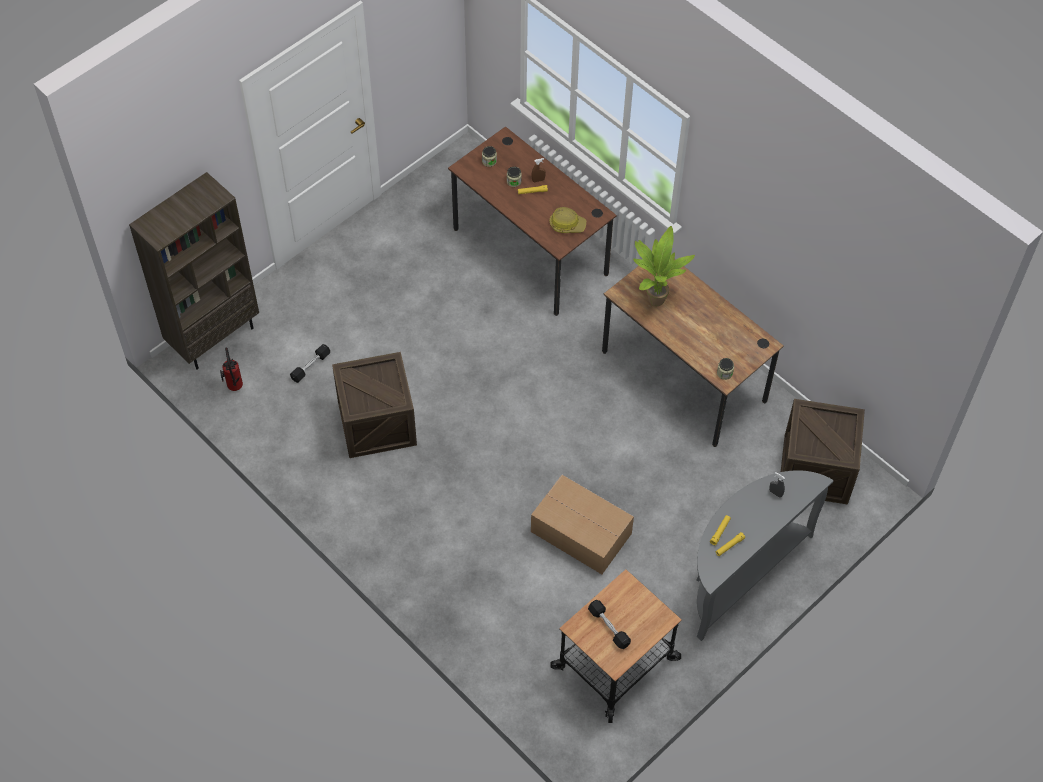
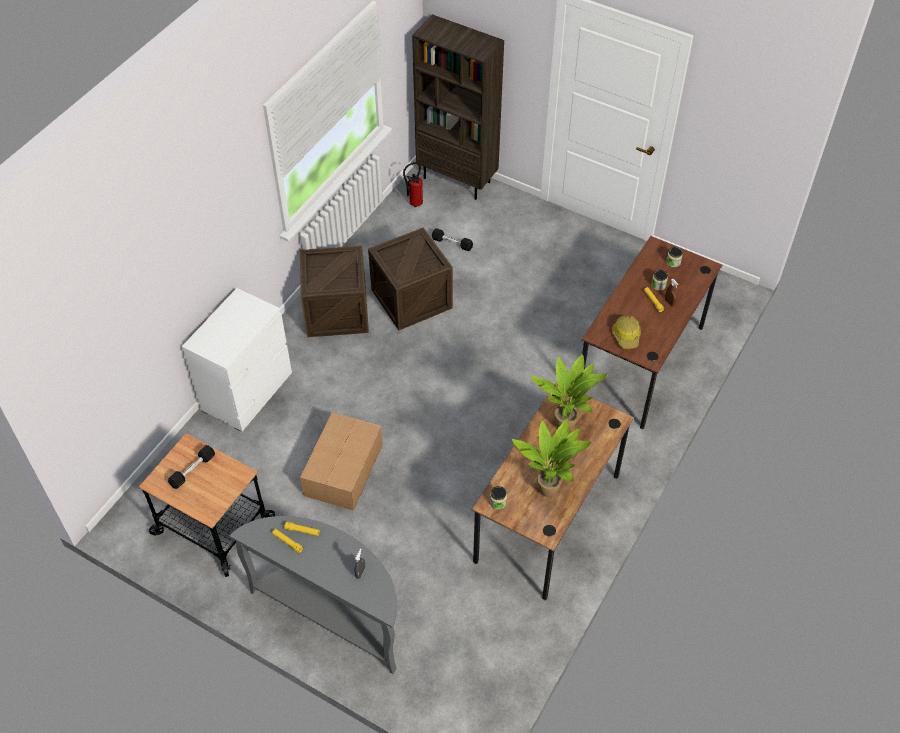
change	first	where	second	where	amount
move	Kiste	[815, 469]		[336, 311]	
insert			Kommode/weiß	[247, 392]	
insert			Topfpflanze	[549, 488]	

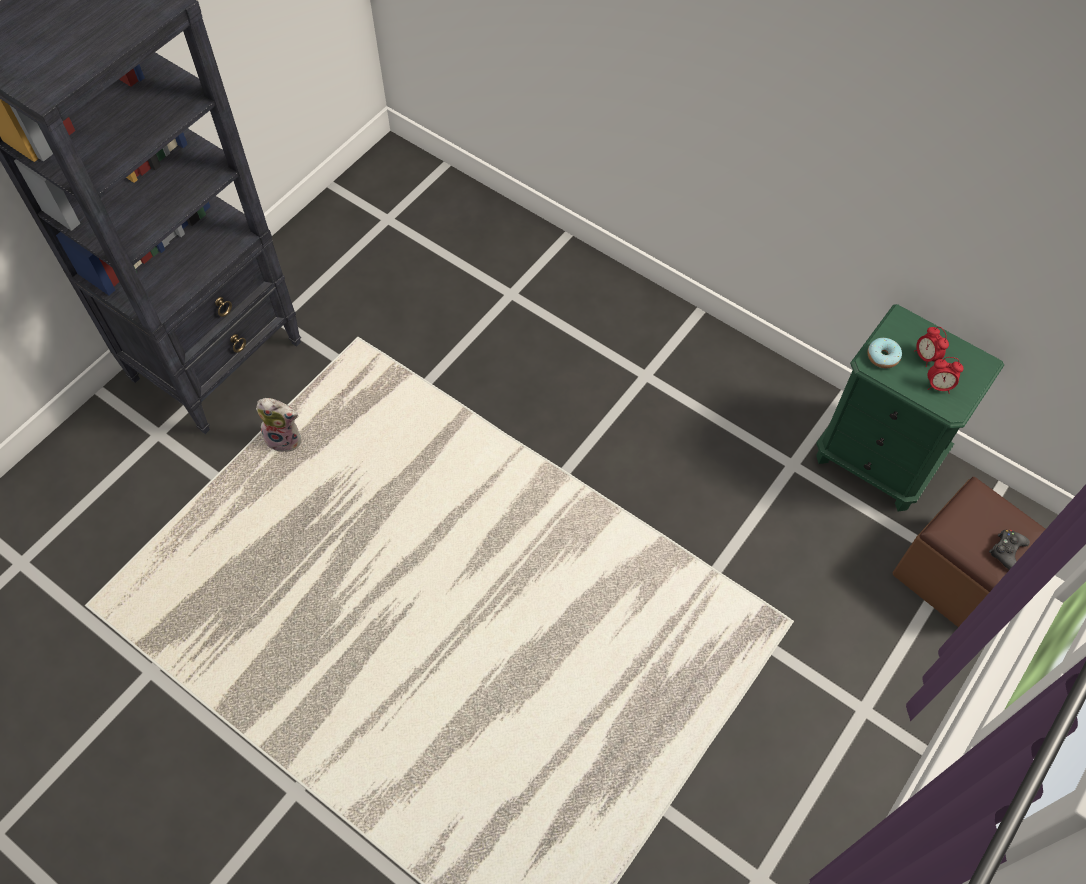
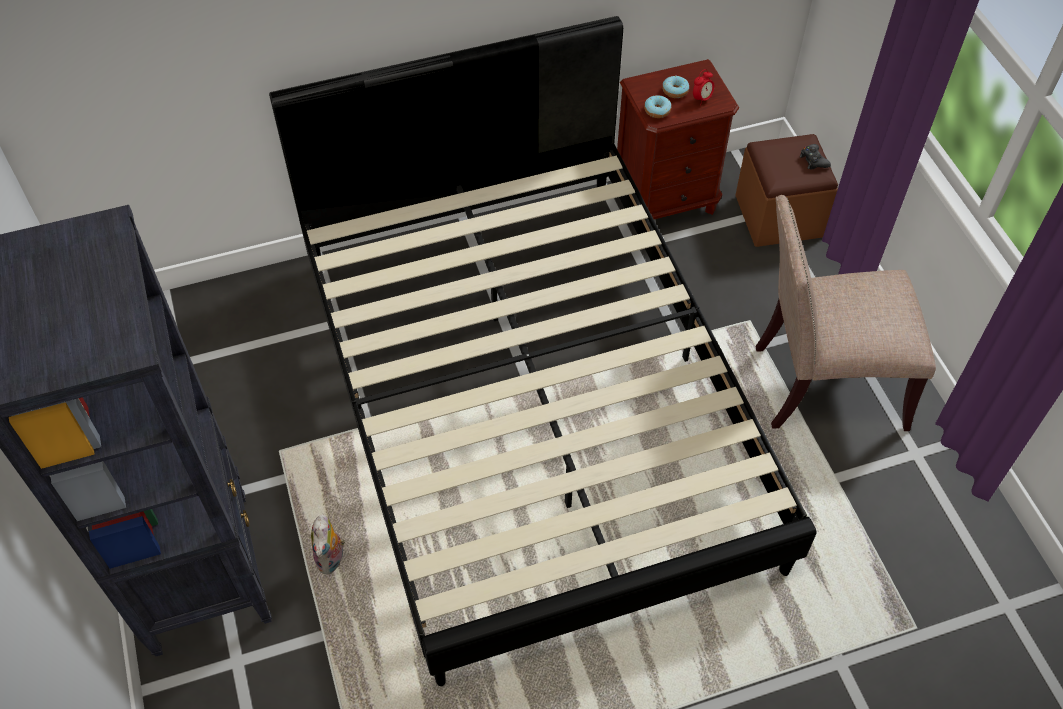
change	first	where	second	where	amount
recolor	Nachttisch/grün	[877, 459]	Nachttisch/braun	[666, 200]	
replace	Wecker	[925, 357]	Donut	[675, 91]	
rotate	Plüschtier	[285, 438]		[332, 559]	135 degrees clockwise
insert			Bett/schwarz	[532, 403]	
insert			Stuhl/beige	[821, 384]	

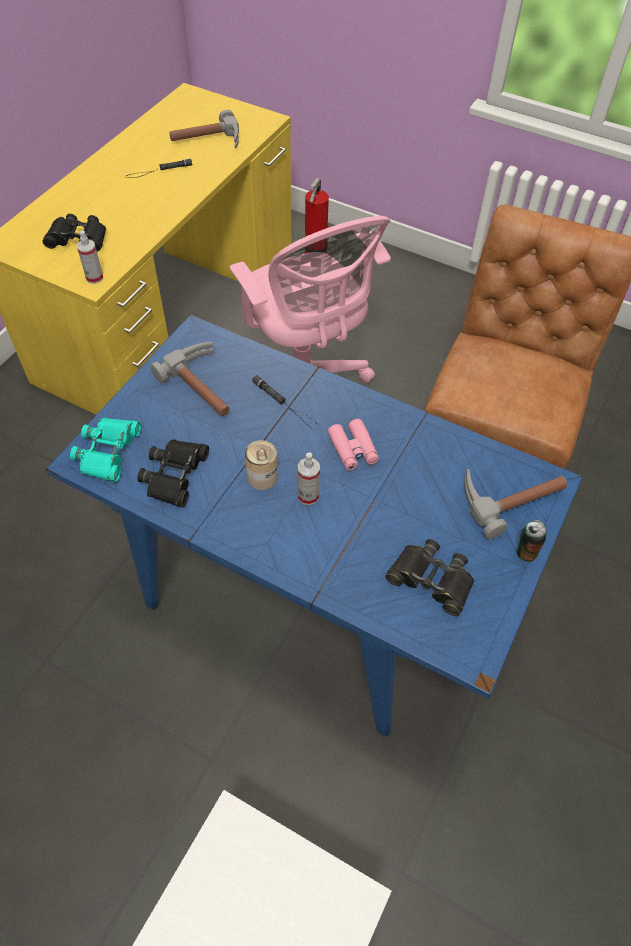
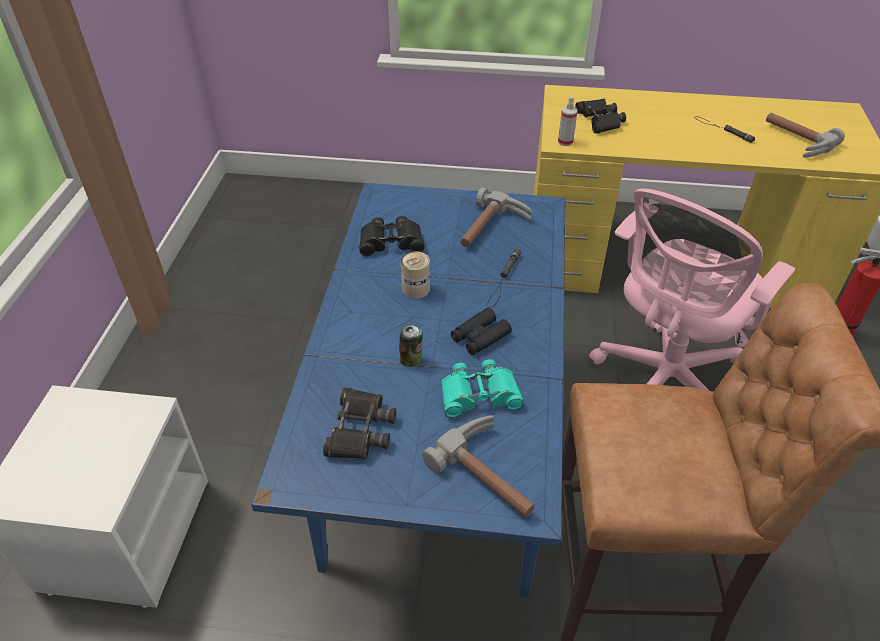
change	first	where	second	where	amount
move	Fernglas/türkis	[108, 452]		[479, 395]	
recolor	Fernglas/rosa	[353, 449]	Fernglas/schwarz	[480, 337]	
delete	Sprühflasche	[308, 496]			
move	Dose	[526, 551]		[411, 359]	

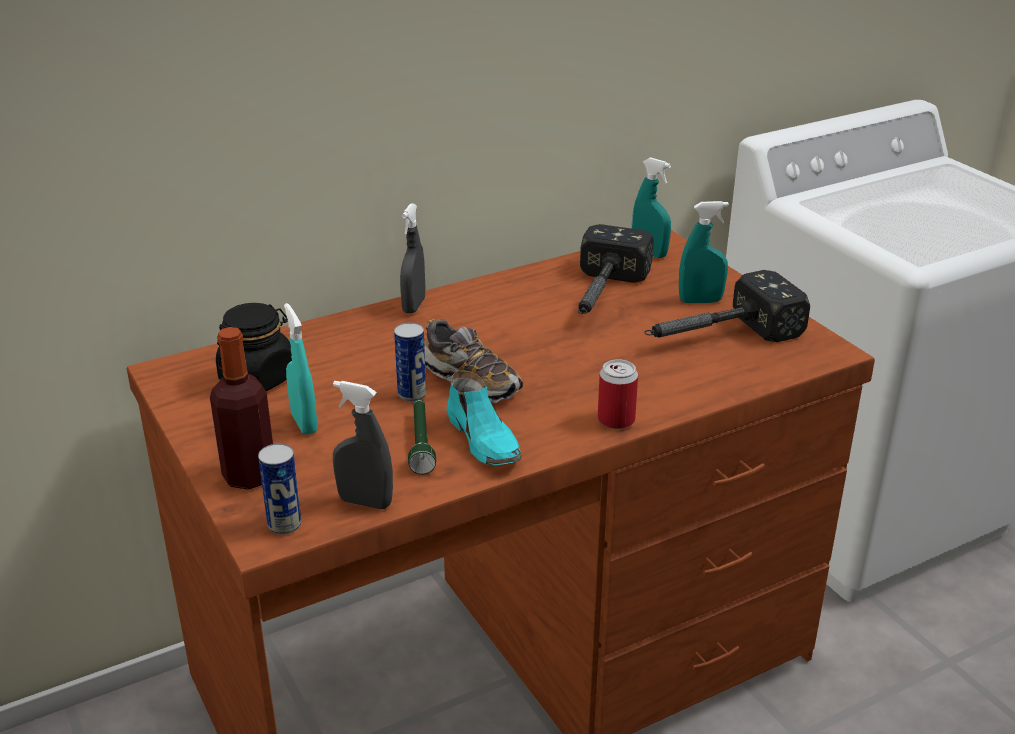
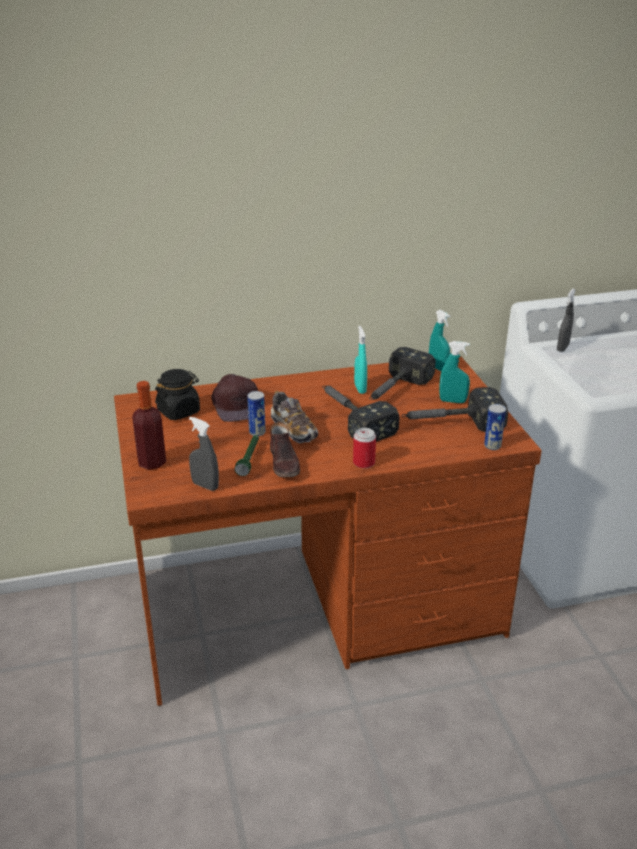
change	first	where	second	where	amount
move	Sprühflasche/grau	[414, 306]		[562, 348]	
move	Sprühflasche/türkis	[304, 423]		[360, 388]	
recolor	Schuh/türkis	[484, 440]	Schuh/braun	[284, 463]	
move	Dose	[284, 524]		[492, 446]	
insert			Kappe/braun	[237, 404]	
insert			Hammer	[351, 418]	

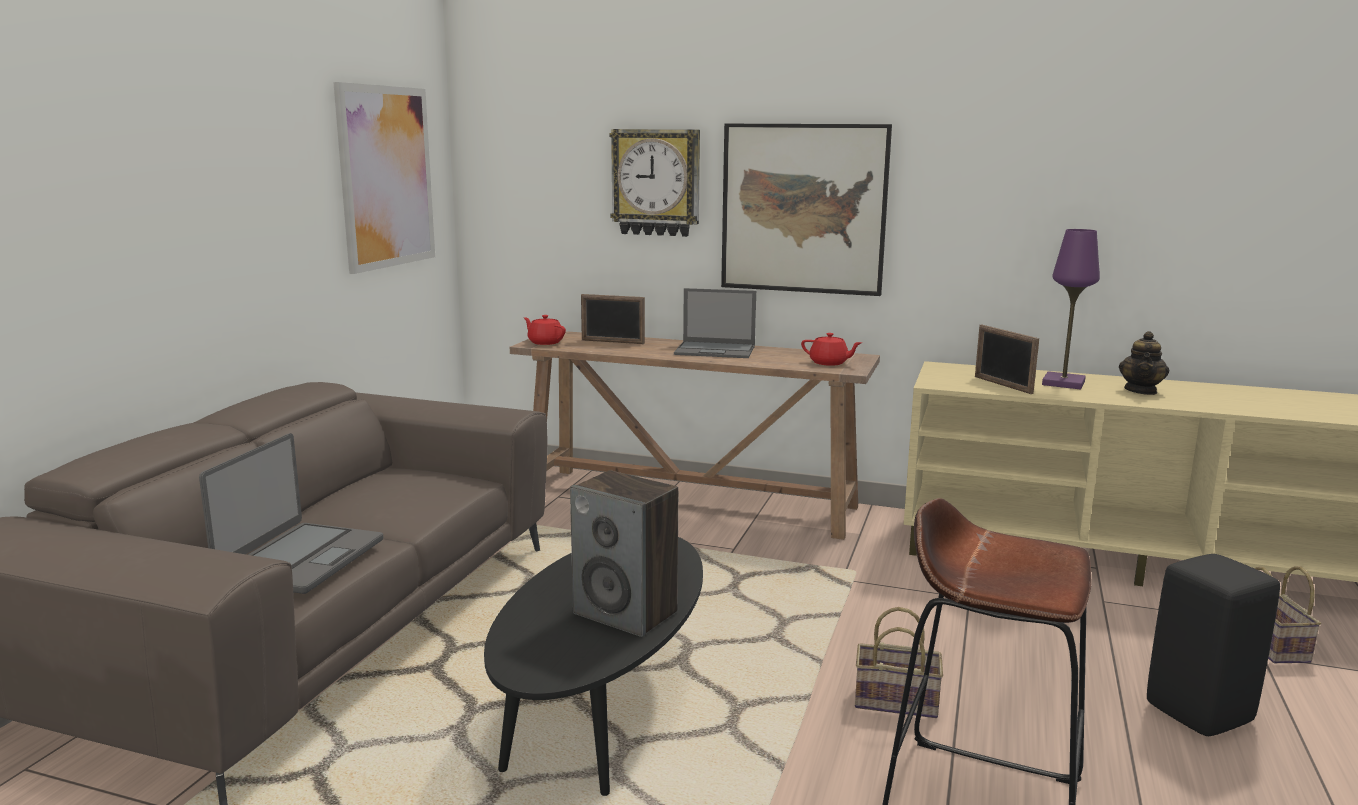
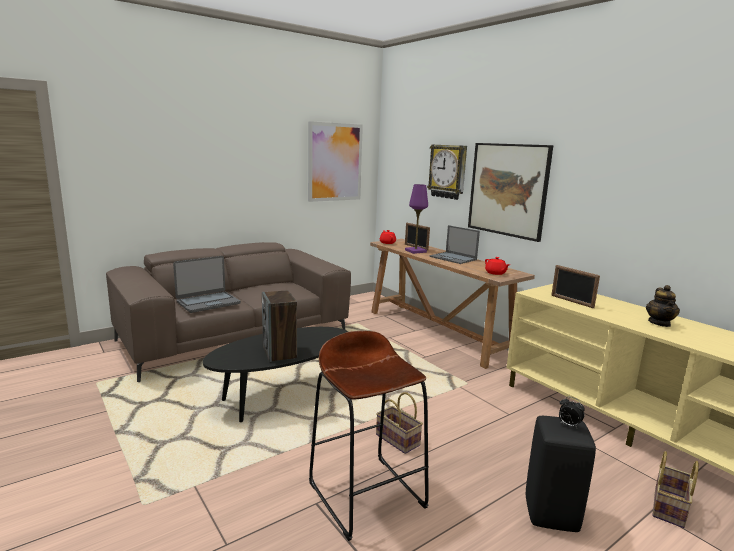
change	first	where	second	where	amount
move	Tischlampe/lila	[1063, 383]		[415, 251]	
rotate	Bilderrahmen	[1002, 385]		[571, 301]	45 degrees counterclockwise
rotate	Teekanne	[1141, 391]		[659, 323]	45 degrees counterclockwise
insert			Wecker	[568, 425]	

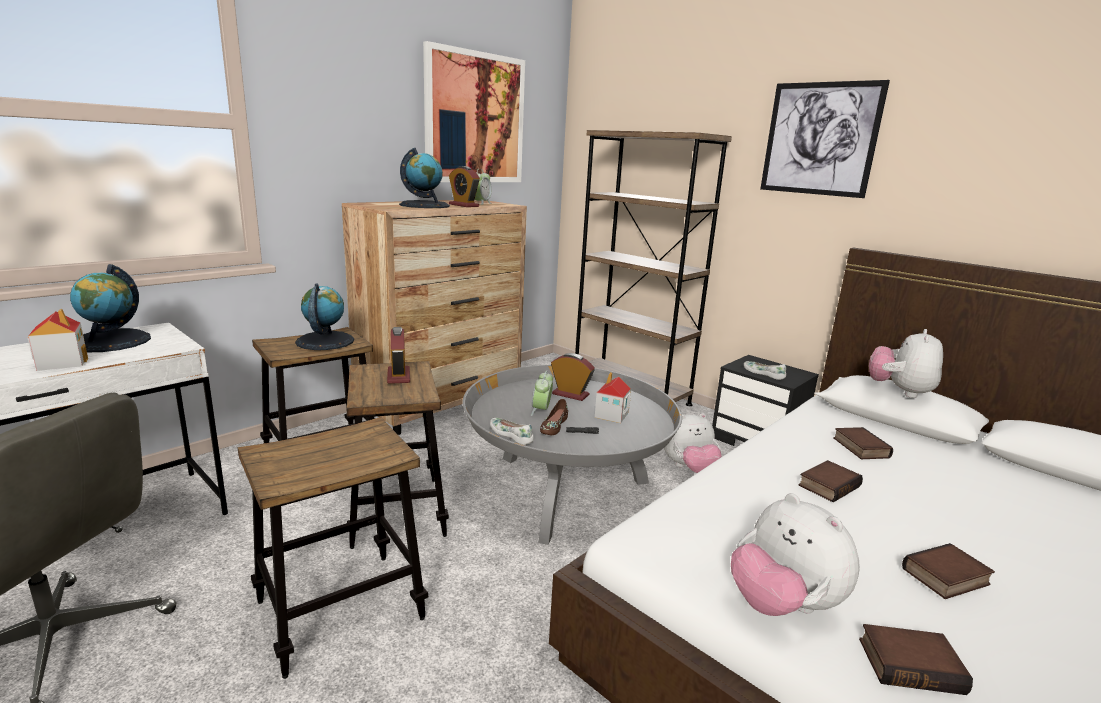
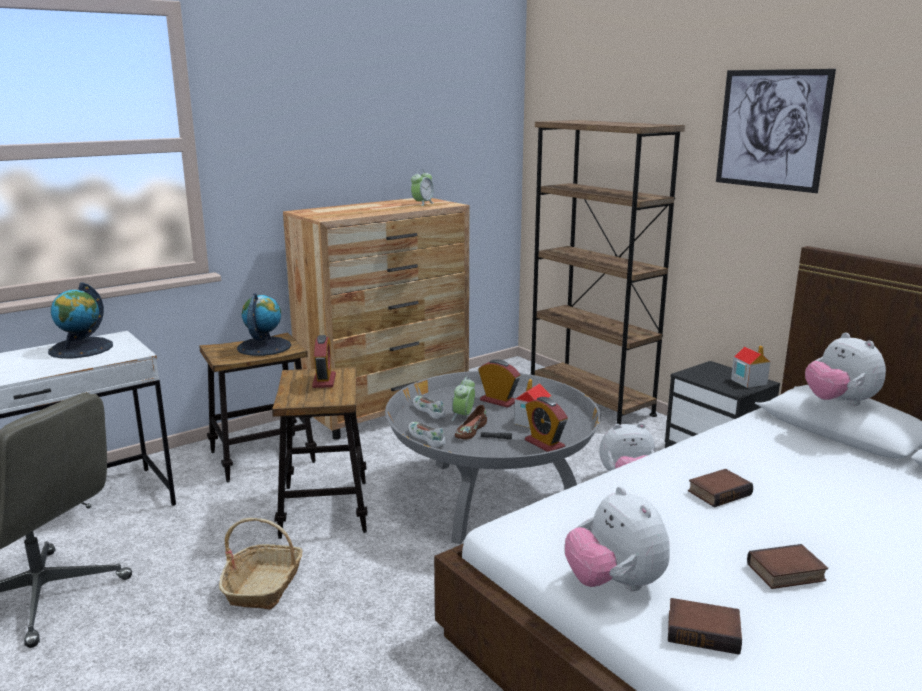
change	first	where	second	where	amount
delete	Bild	[475, 118]			
delete	Globus	[424, 205]			
move	Wecker	[463, 205]		[544, 444]	
move	Spielzeughaus	[63, 362]		[748, 381]	
rotate	Plüschtier	[899, 391]		[839, 402]	60 degrees counterclockwise
move	Schuh/weiß	[764, 373]		[429, 411]	
replace	Hocker	[340, 610]	Korb	[264, 586]	
delete	Buch	[859, 447]			

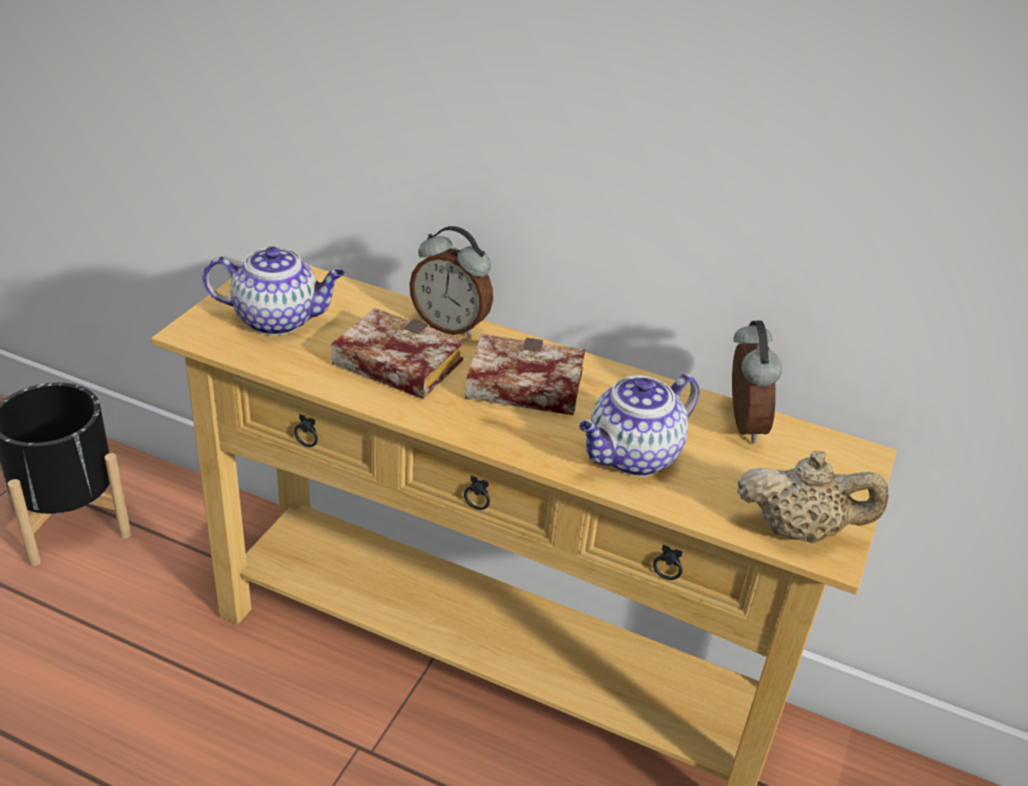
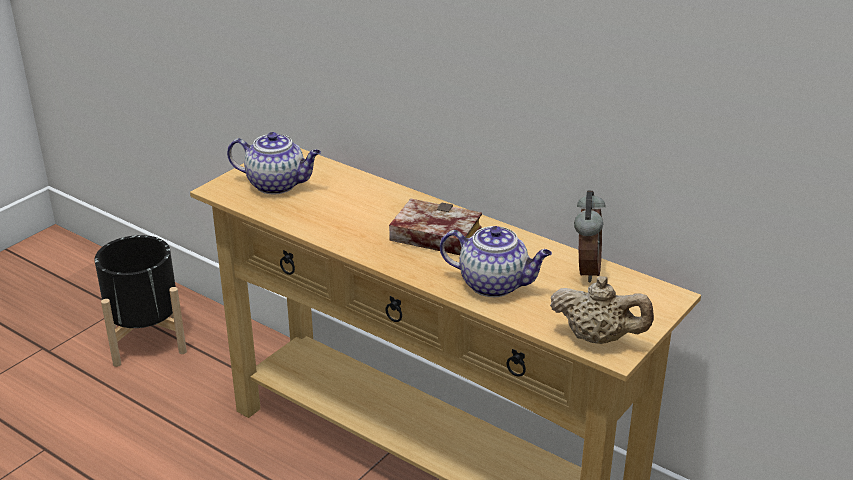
change	first	where	second	where	amount
delete	Wecker	[451, 326]			
delete	Buch	[391, 364]			
rotate	Teekanne	[632, 457]		[495, 284]	135 degrees counterclockwise

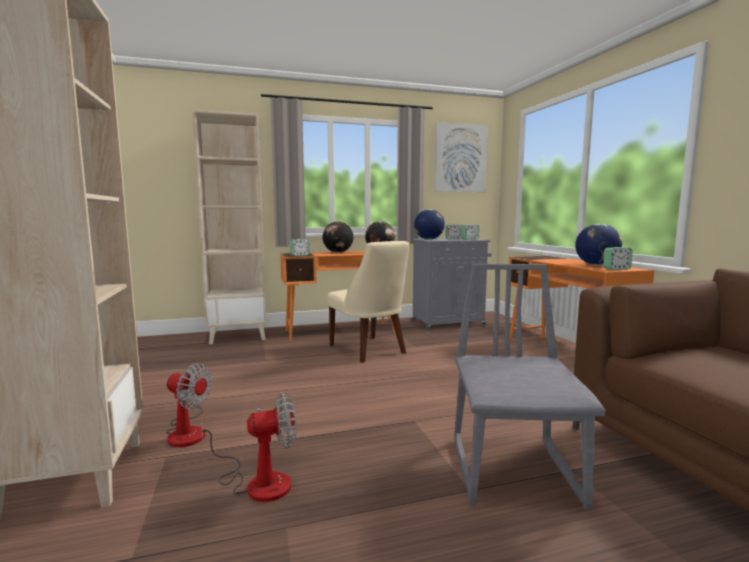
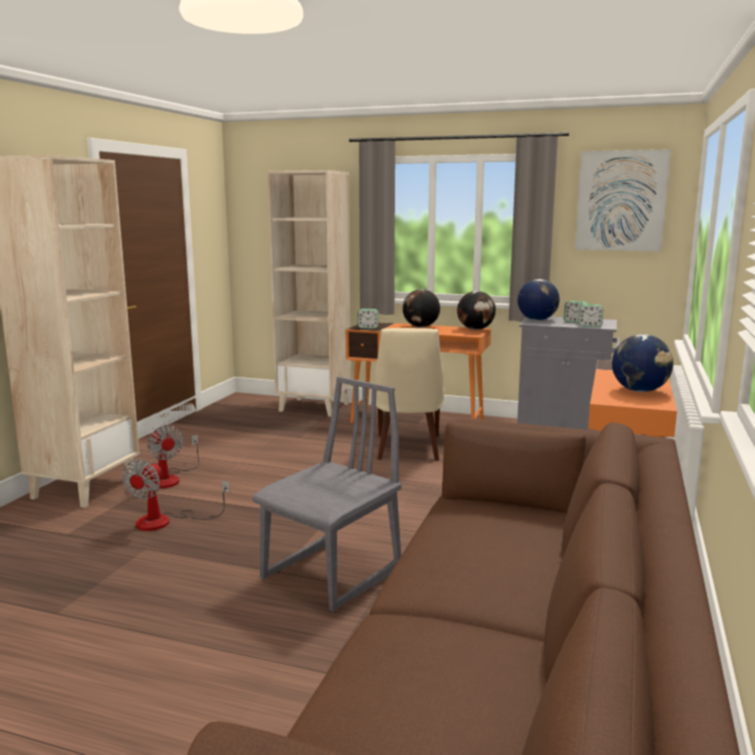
change	first	where	second	where	amount
delete	Wecker	[616, 269]			
rotate	Ventilator	[257, 482]		[166, 521]	90 degrees clockwise

